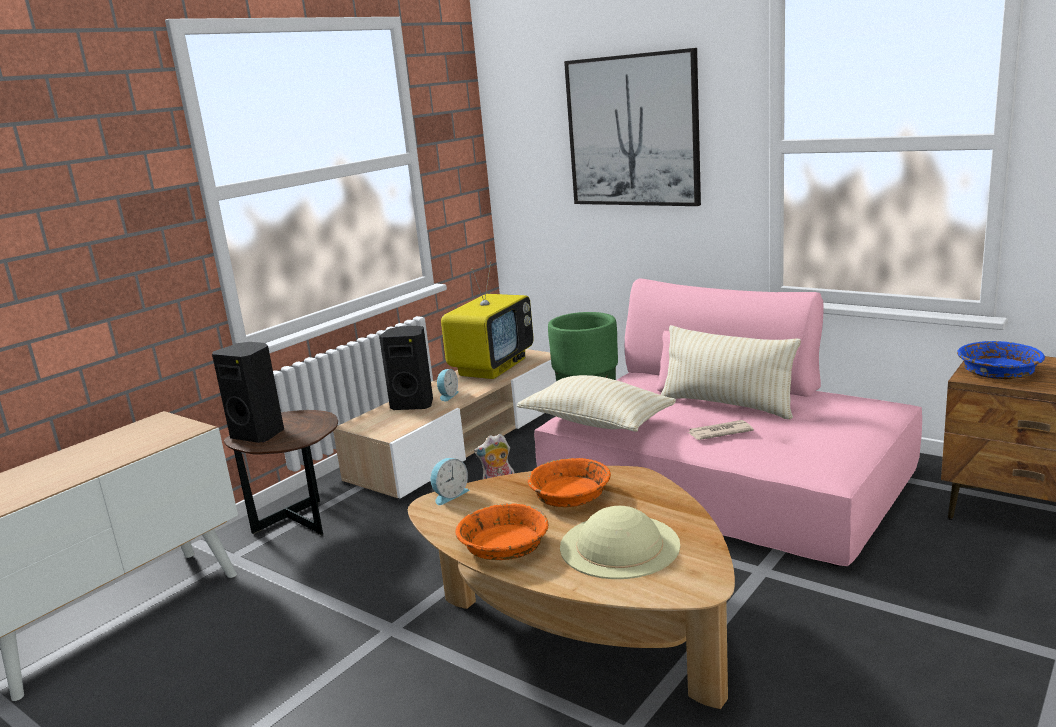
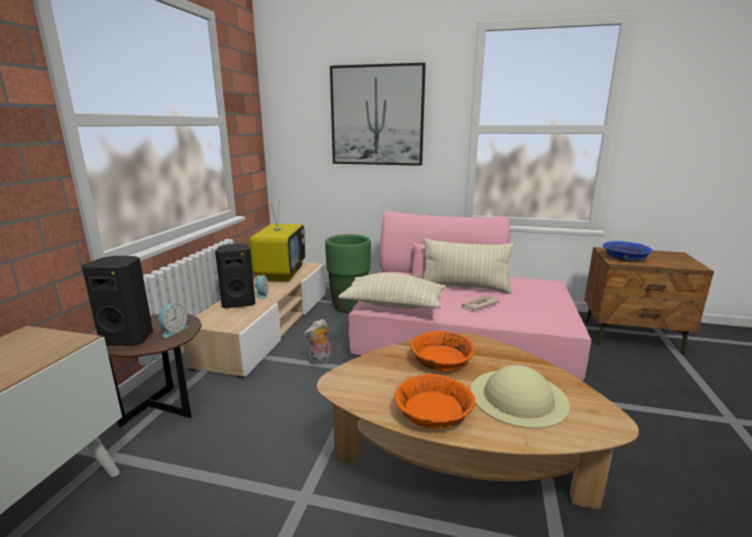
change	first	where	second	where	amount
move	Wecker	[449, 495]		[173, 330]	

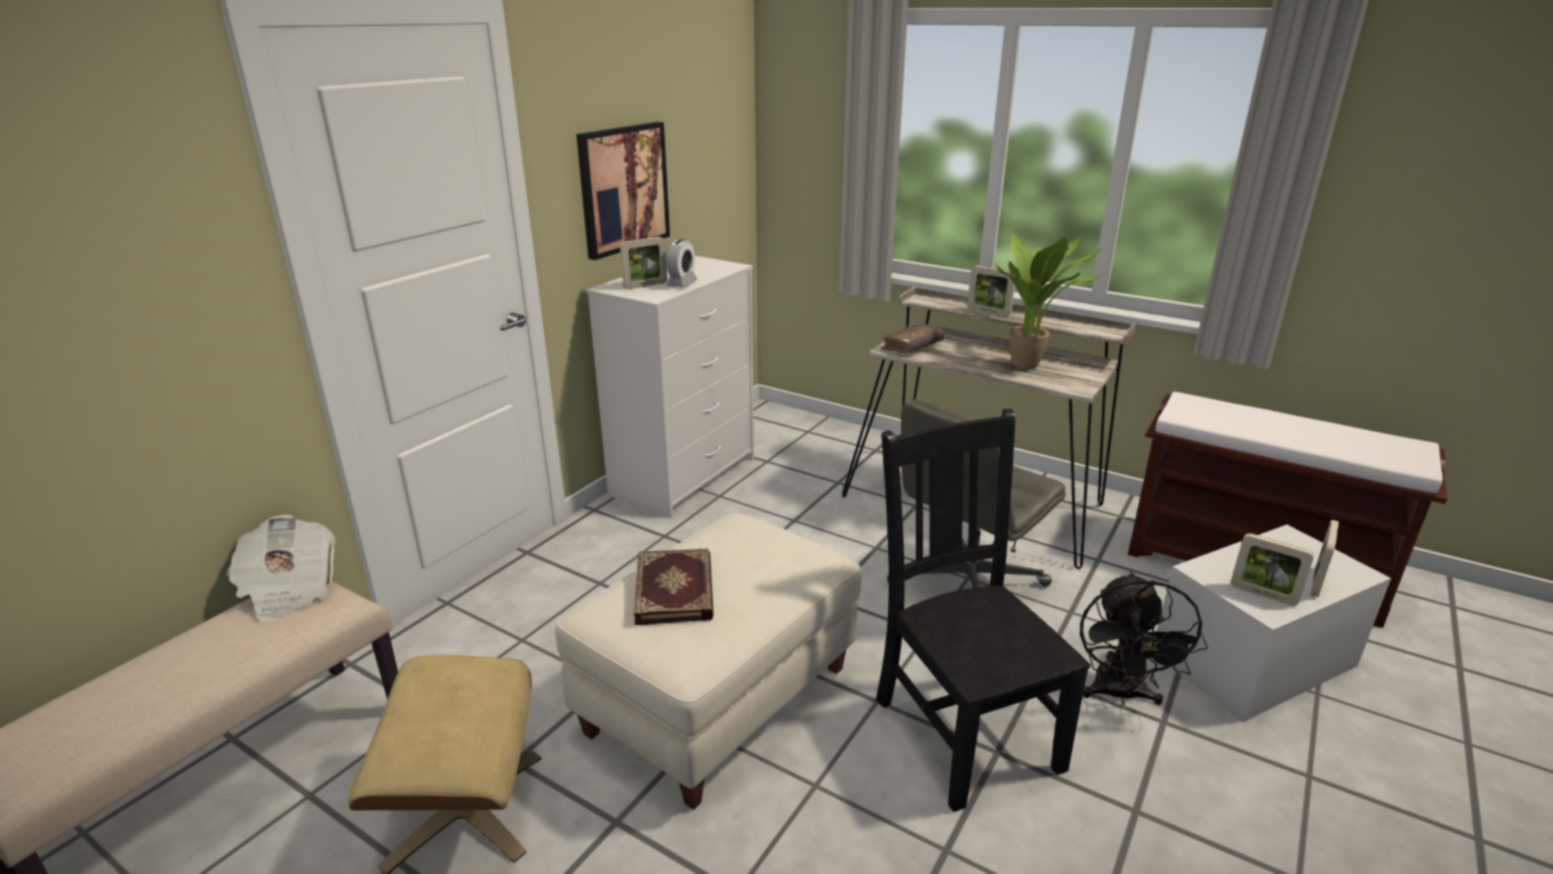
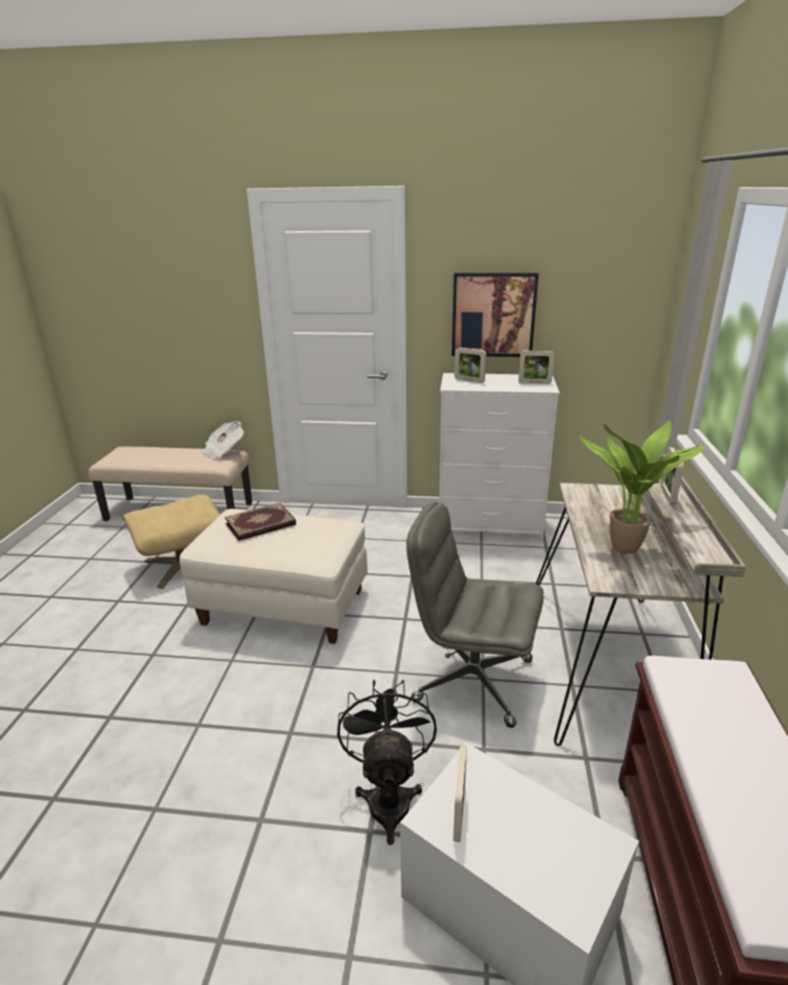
change	first	where	second	where	amount
delete	Wecker	[682, 284]			
delete	Buch/braun	[912, 347]			
delete	Stuhl/schwarz	[963, 728]			
move	Bilderrahmen	[1316, 583]		[534, 383]	
rotate	Ventilator/schwarz	[1120, 695]		[389, 796]	105 degrees clockwise

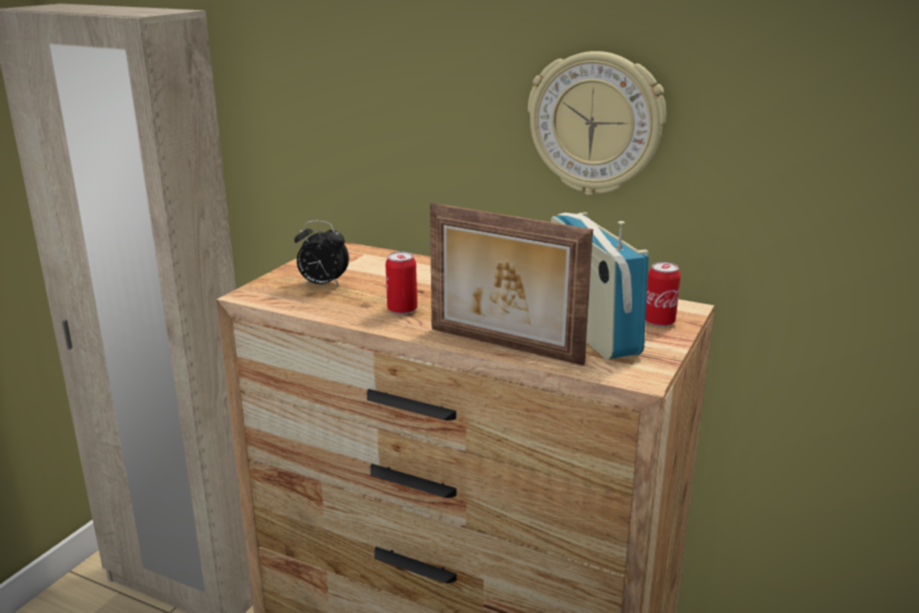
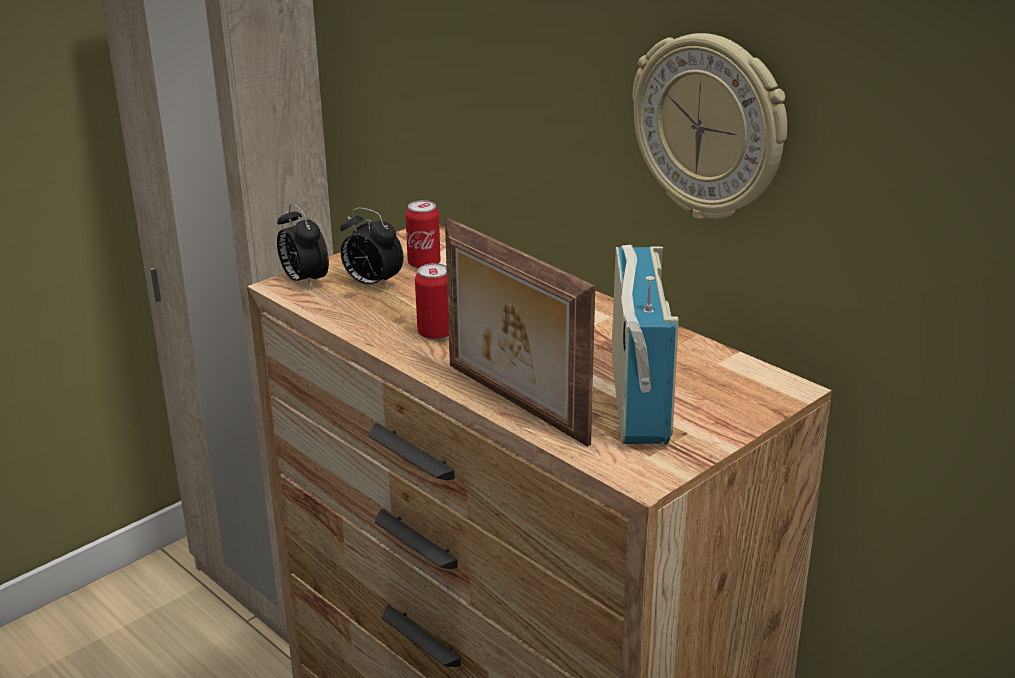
change	first	where	second	where	amount
move	Dose	[659, 322]		[424, 264]	
insert			Wecker	[304, 281]	

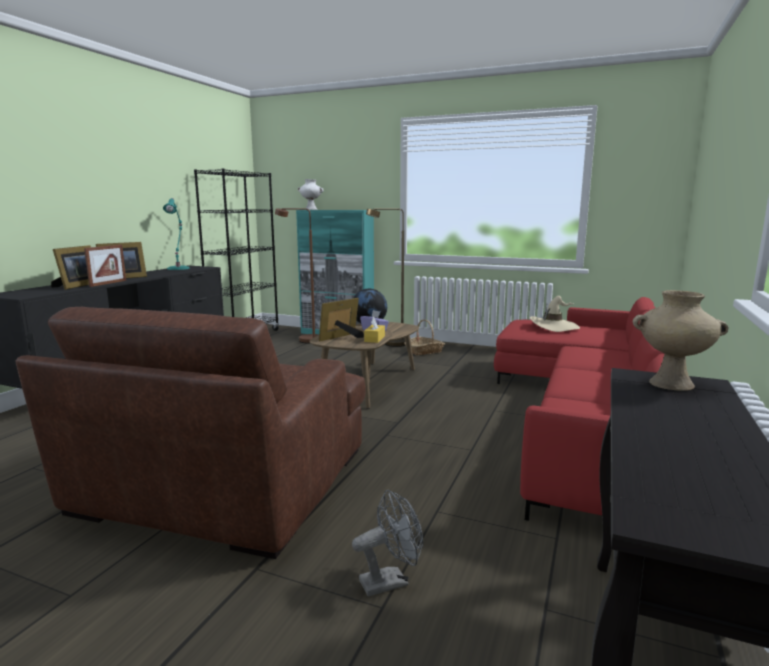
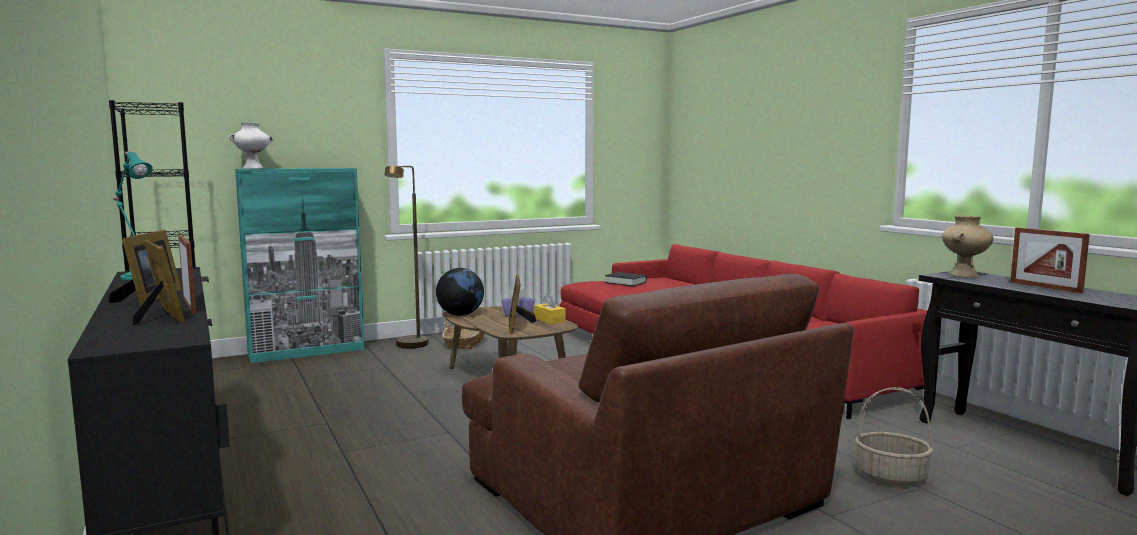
change	first	where	second	where	amount
delete	Stehlampe/braun	[304, 340]			
replace	Hut/beige	[554, 326]	Buch/schwarz	[625, 282]	
replace	Ventilator/grau	[390, 581]	Korb	[890, 477]	
insert			Bilderrahmen	[1045, 287]	

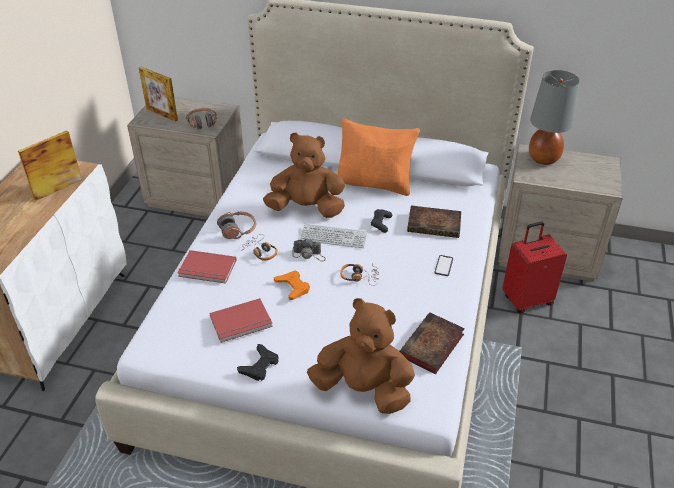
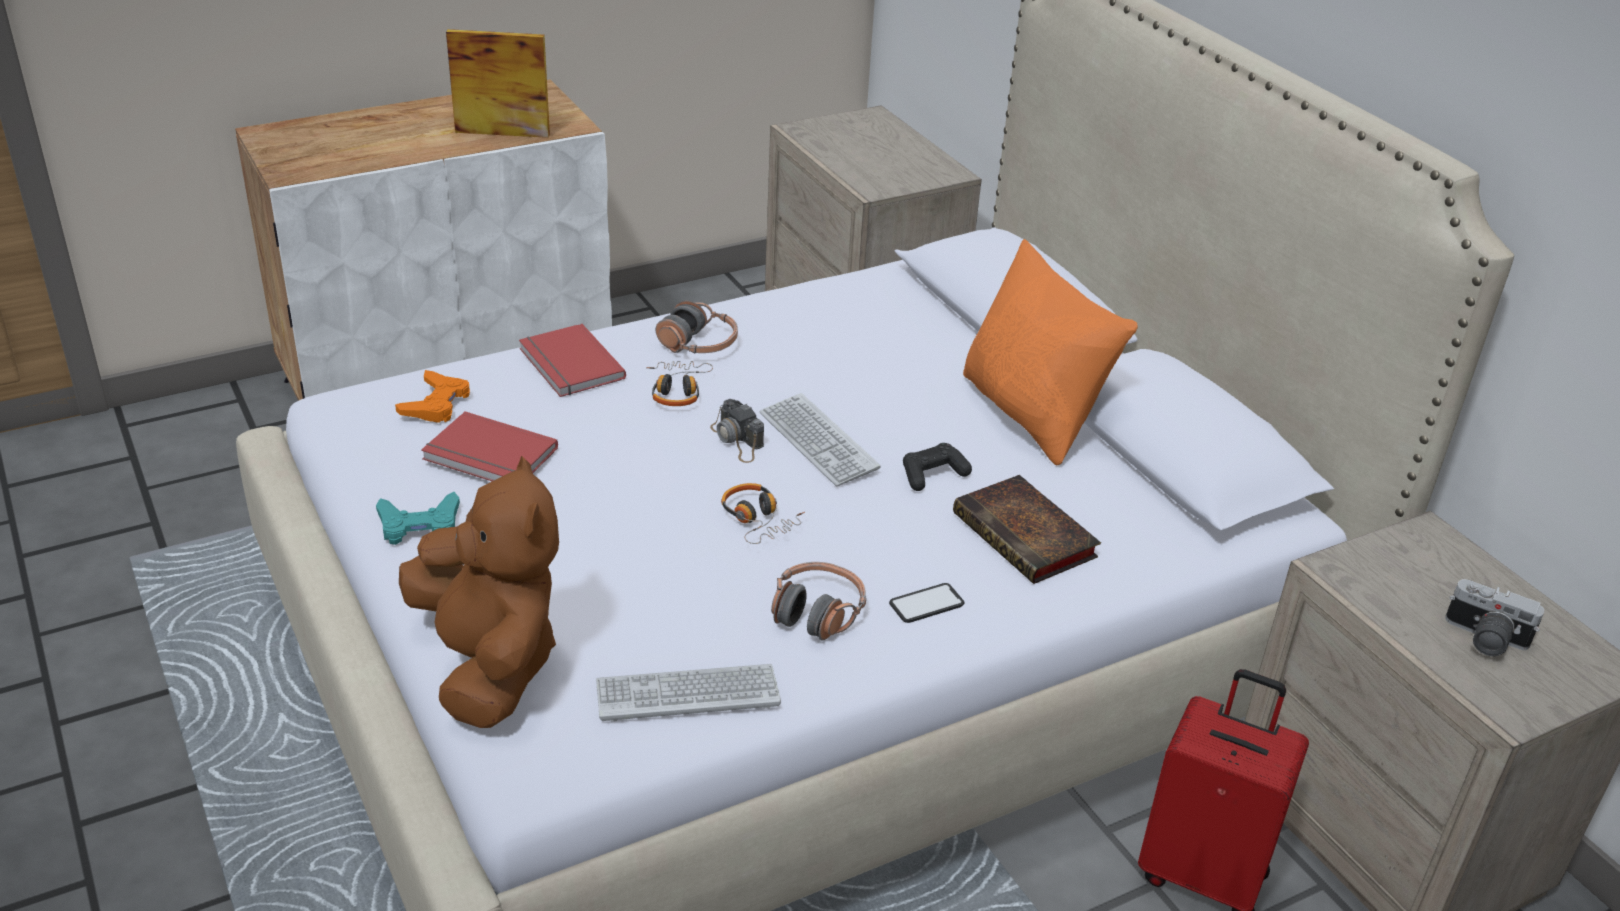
change	first	where	second	where	amount
delete	Bilderrahmen	[161, 114]			
delete	Tischlampe/grau	[544, 159]			
move	Kopfhörer	[202, 123]		[817, 612]	
delete	Plüschtier/braun	[307, 208]			
move	Gamepad/orange	[293, 287]		[436, 404]	
replace	Buch	[431, 347]	Tastatur	[687, 694]	
recolor	Gamepad/schwarz	[259, 366]	Gamepad/türkis	[419, 525]	
insert			Kamera	[1483, 639]	

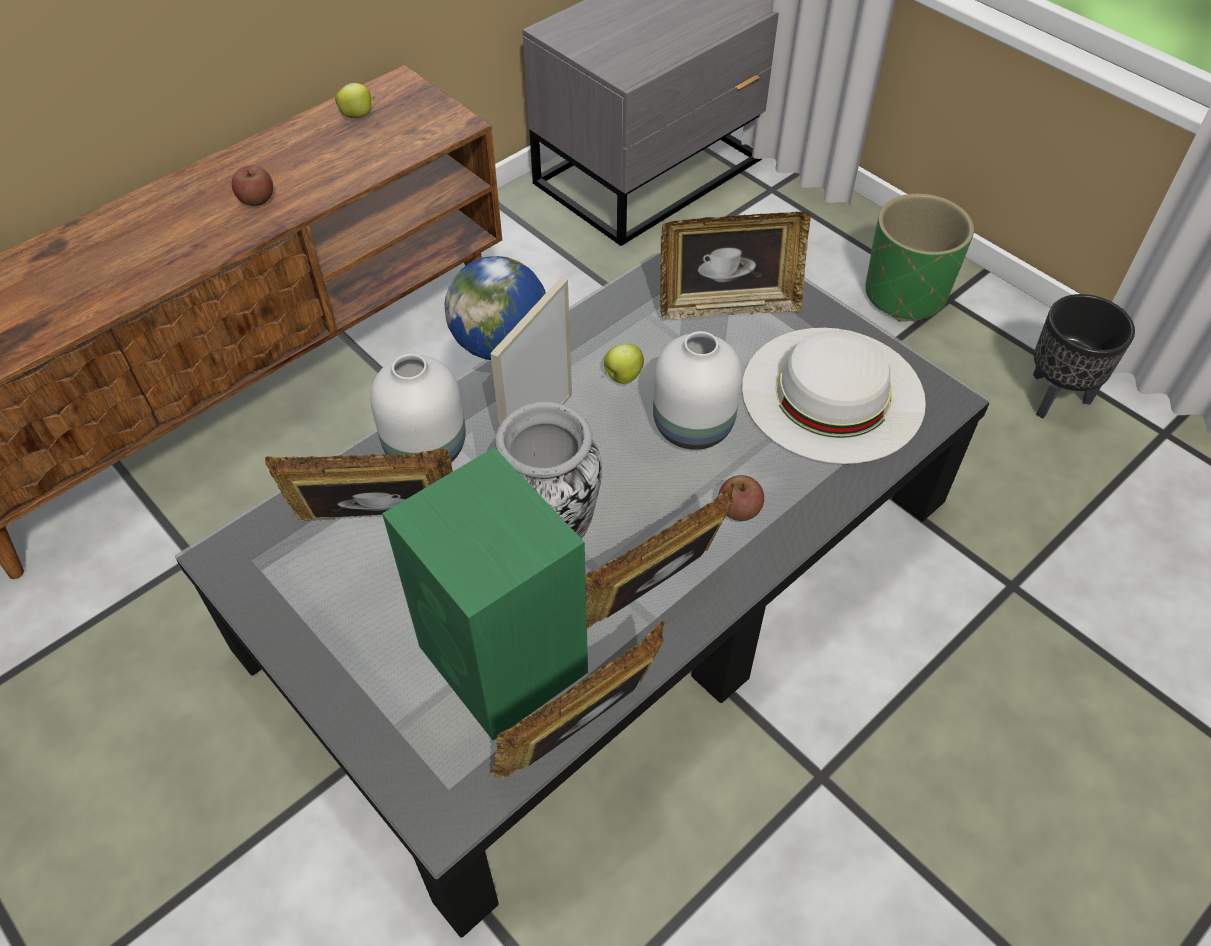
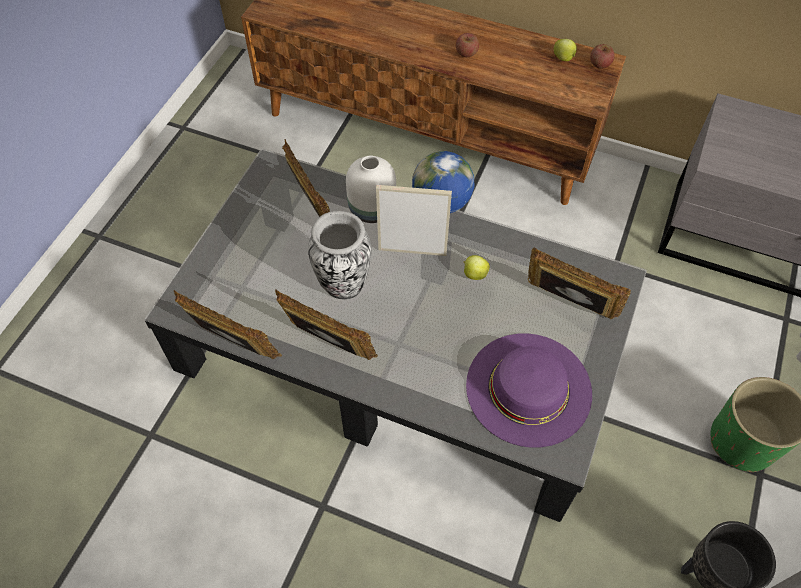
change	first	where	second	where	amount
rotate	Bilderrahmen	[728, 306]		[568, 306]	150 degrees clockwise
recolor	Hut/weiß	[833, 393]	Hut/lila	[528, 388]	
delete	Vase/weiß	[691, 425]			
delete	Lautsprecher/grün	[505, 662]			
move	Apfel	[739, 509]		[600, 64]	

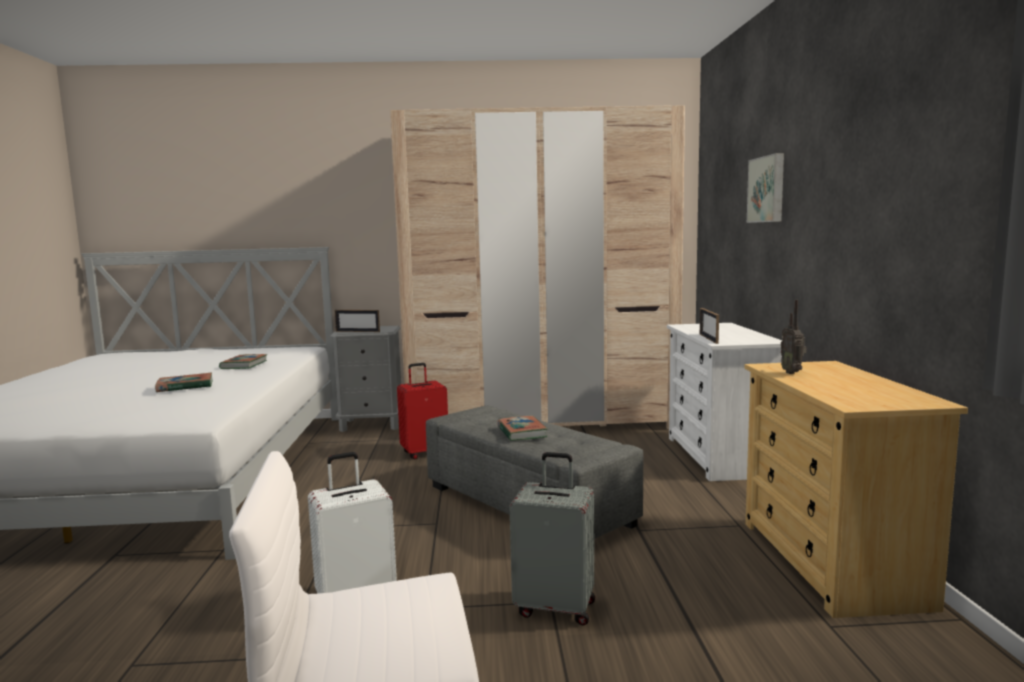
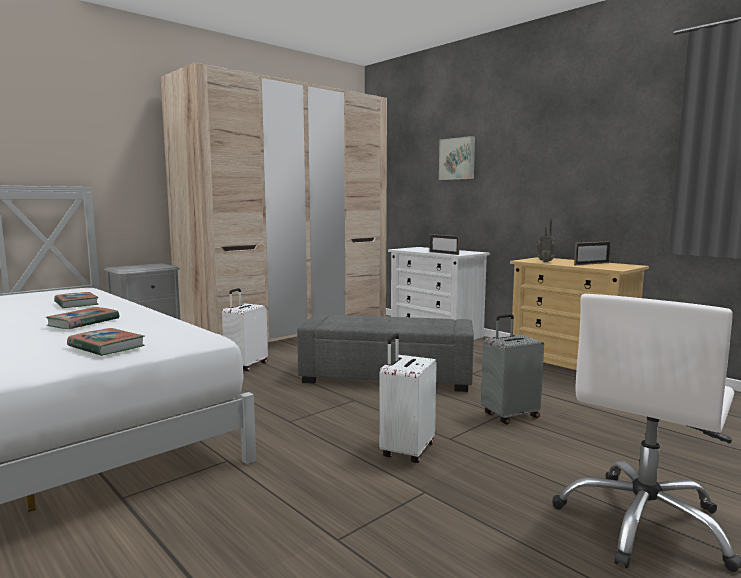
change	first	where	second	where	amount
move	Bilderrahmen	[357, 331]		[592, 264]	
recolor	Koffer/rot	[425, 453]	Koffer/weiß	[246, 366]	
move	Buch	[521, 432]		[106, 346]	

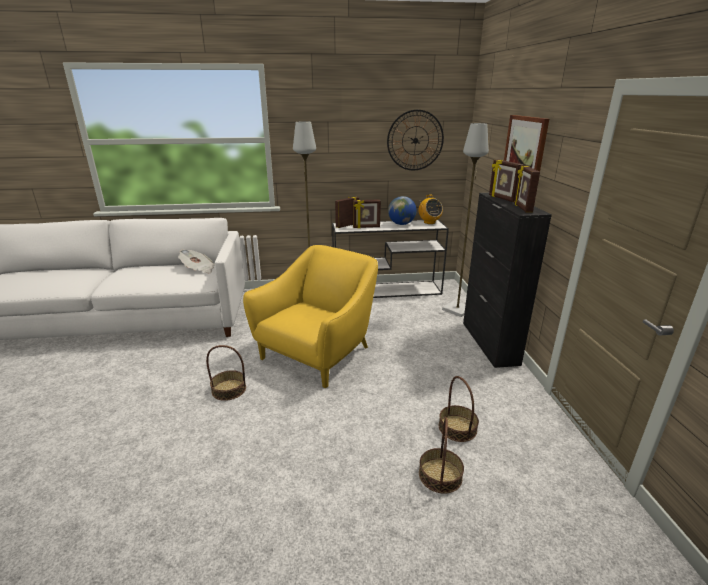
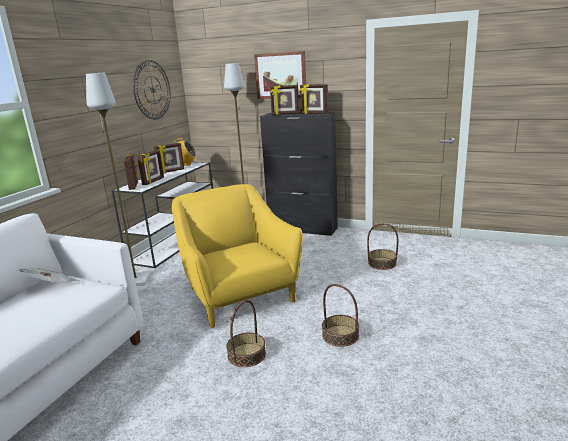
change	first	where	second	where	amount
replace	Globus	[401, 224]	Bilderrahmen	[171, 171]	
move	Korb	[440, 475]		[340, 335]	

